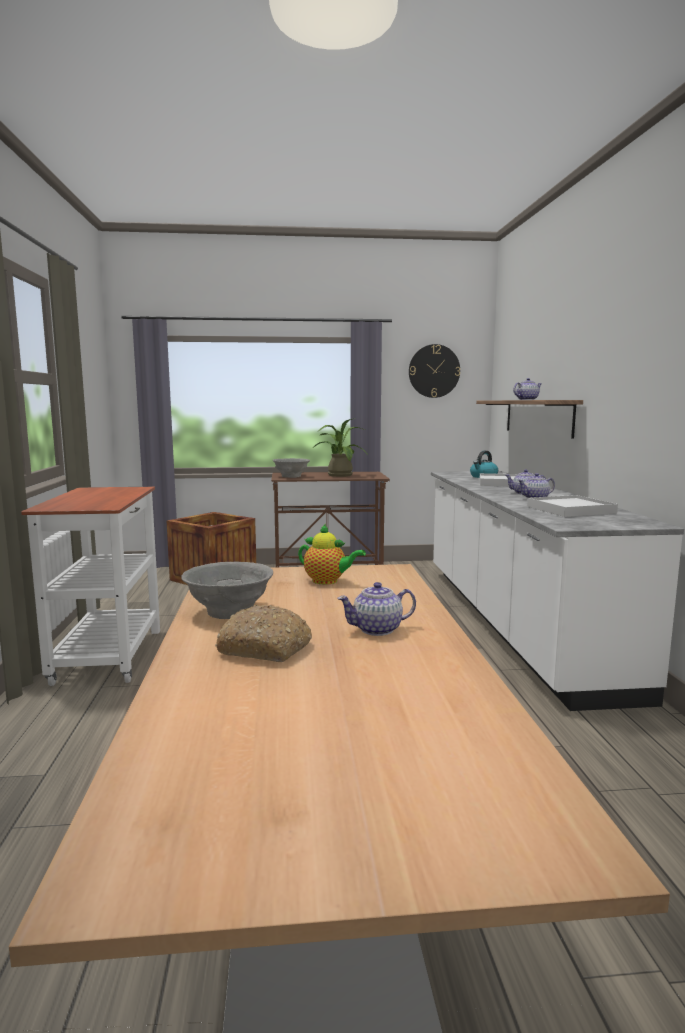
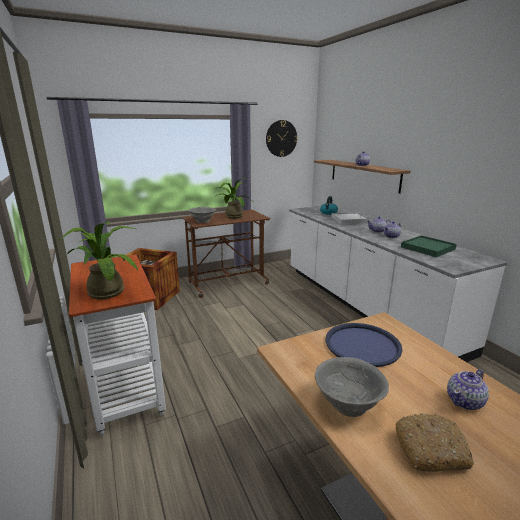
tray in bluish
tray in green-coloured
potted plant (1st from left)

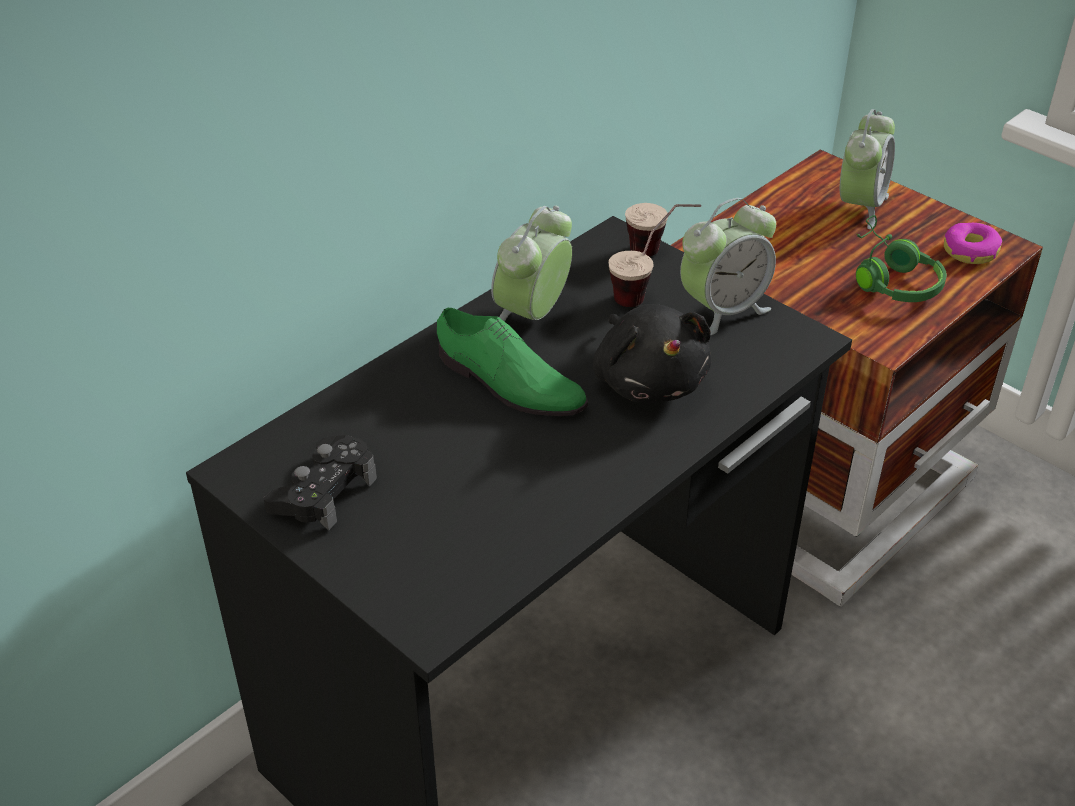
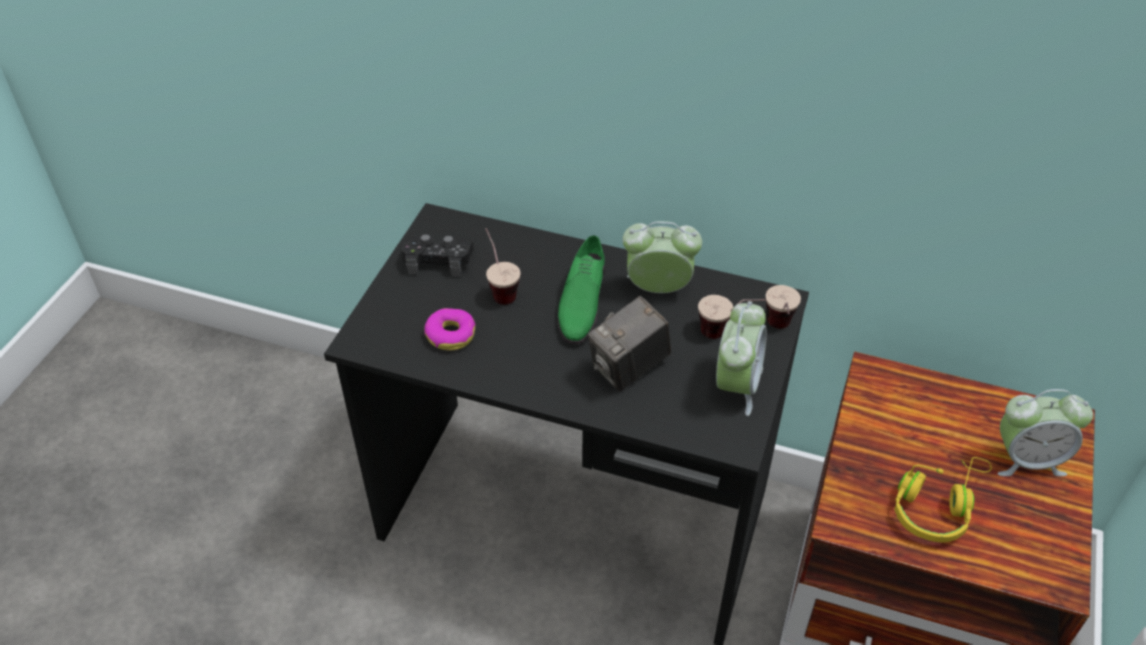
photo camera
alarm clock (2nd from left)
headphones in yellow
donut
cup (1st from left)

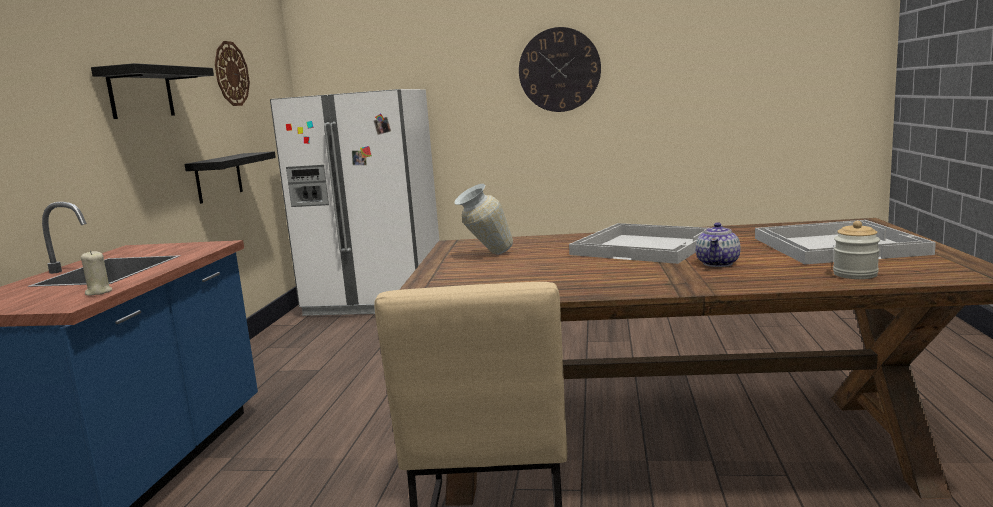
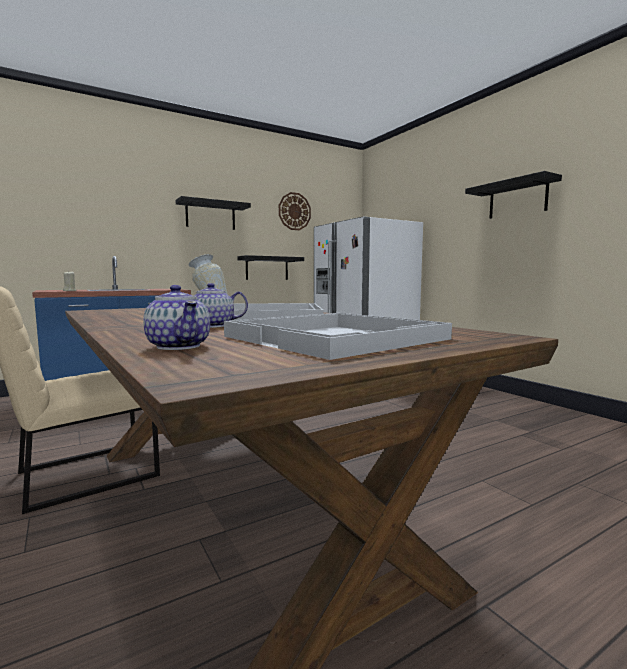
wall shelf in blackish (3rd from left)
tea pot (1st from left)

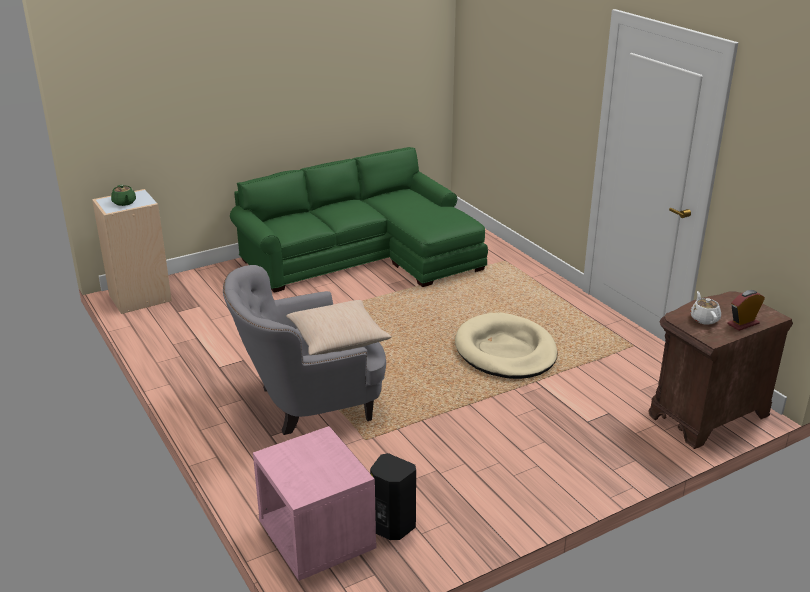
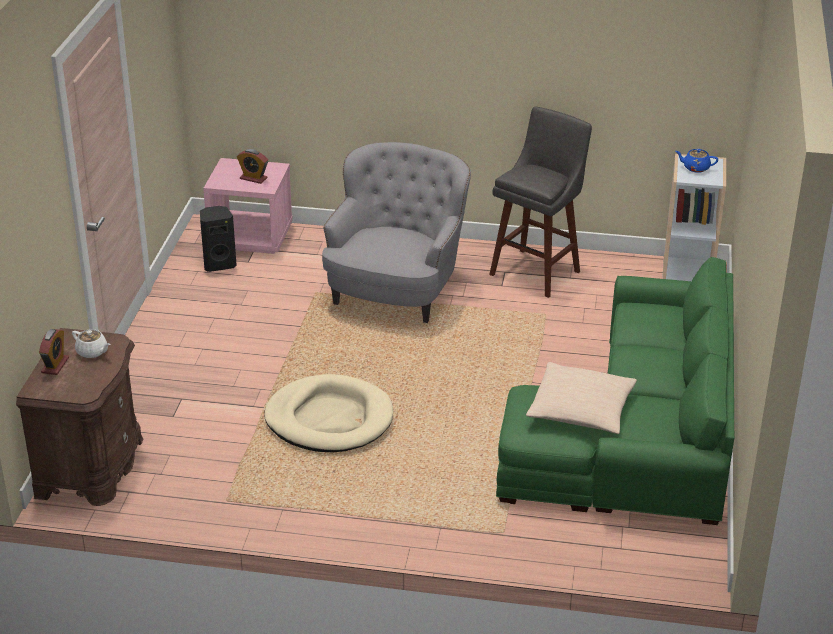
tea pot in bluish
pillow in sand-coloured
alarm clock (2nd from left)
stool seat in gray

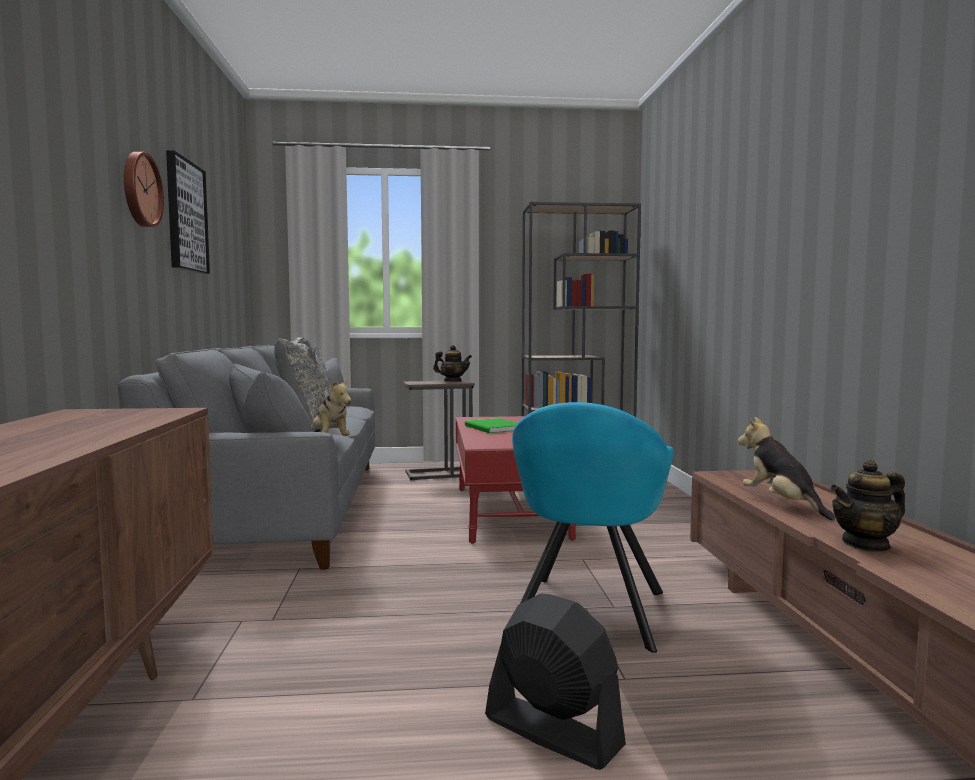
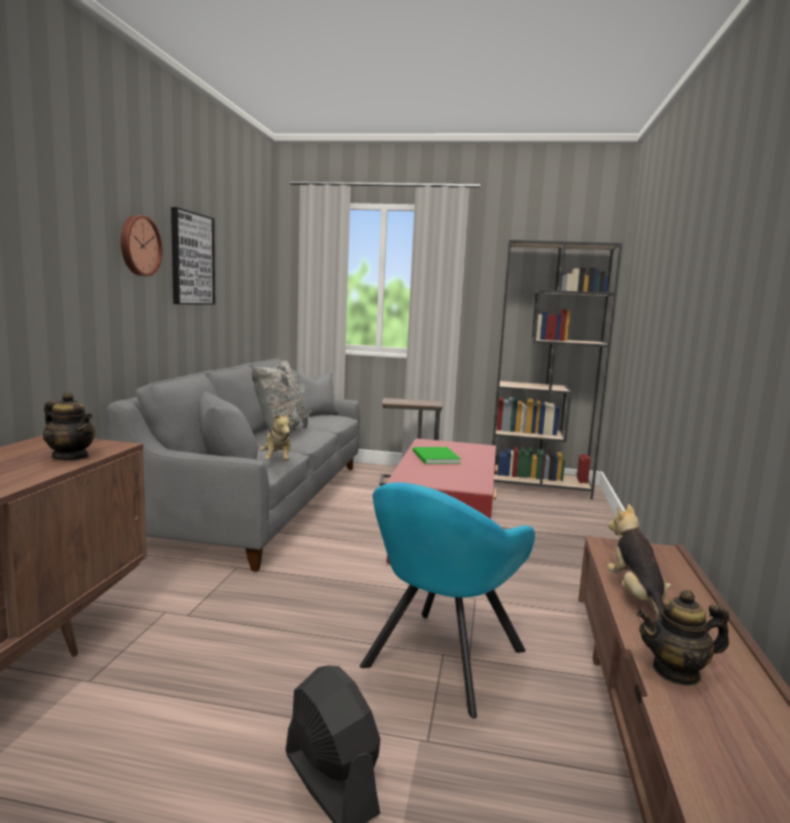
tea pot (1st from left)

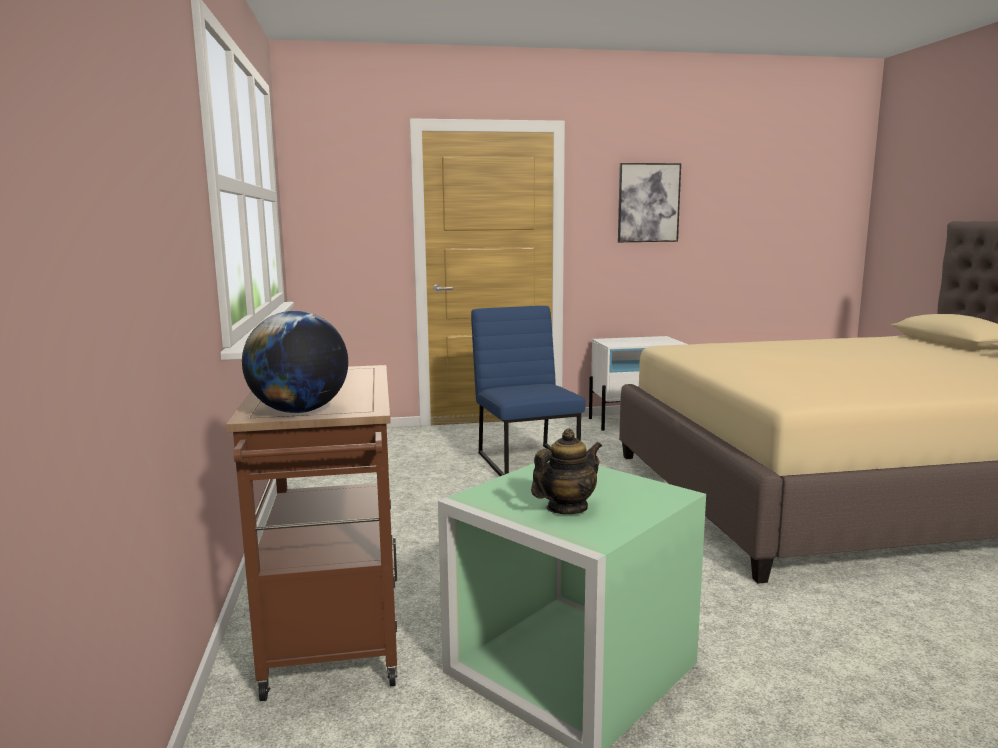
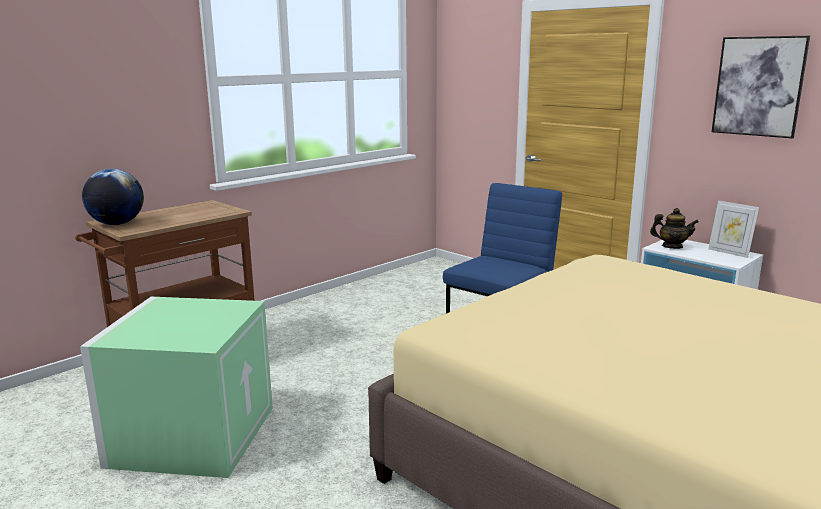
tea pot
standing frame

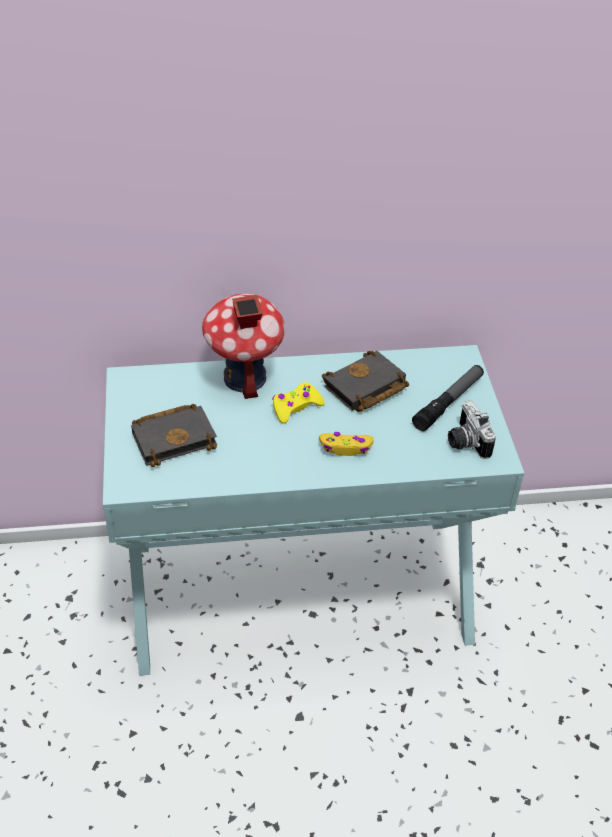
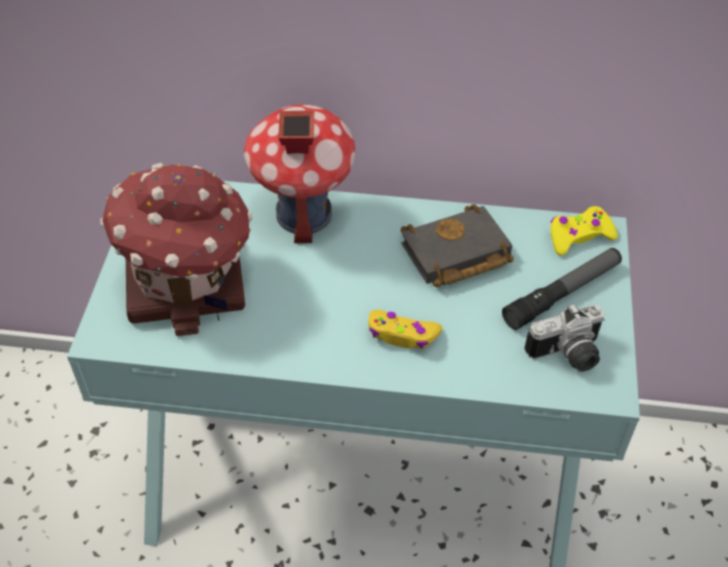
model house (1st from left)
joypad in yellow (2nd from left)
photo camera

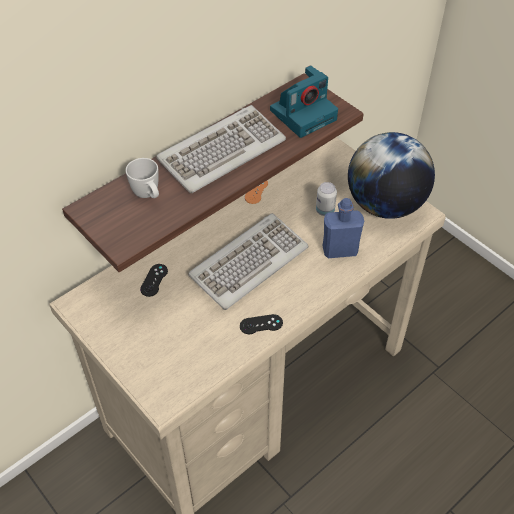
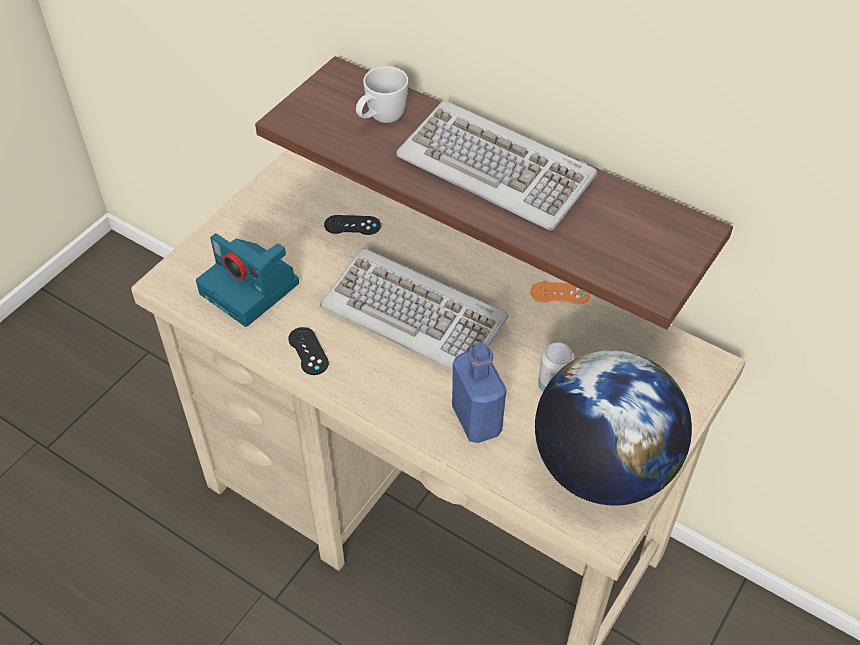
photo camera

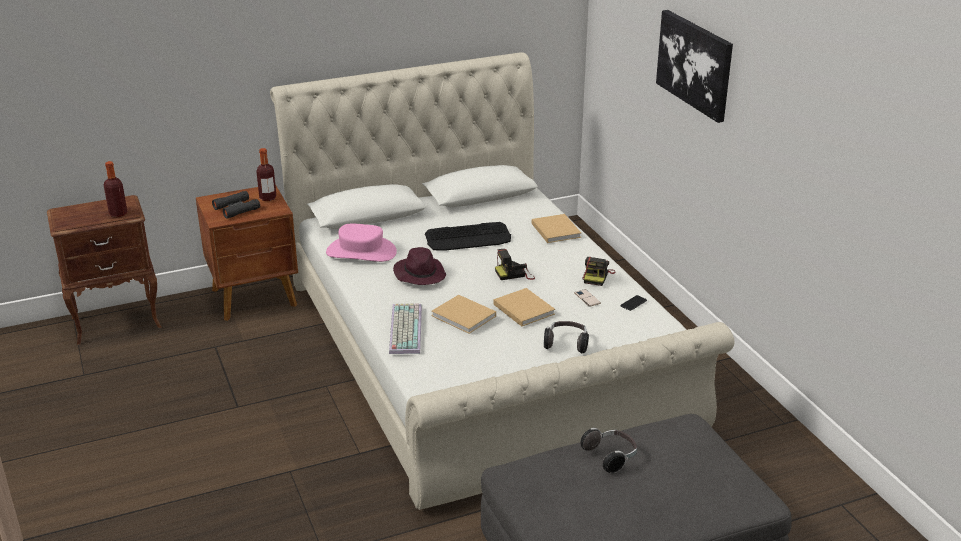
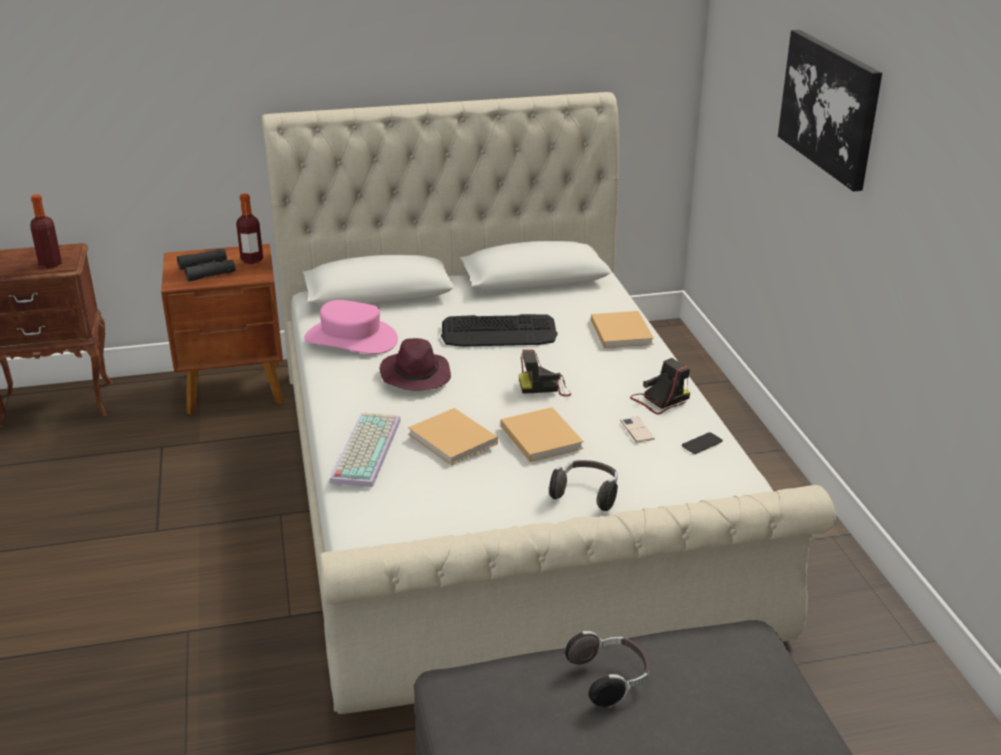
photo camera (2nd from left)

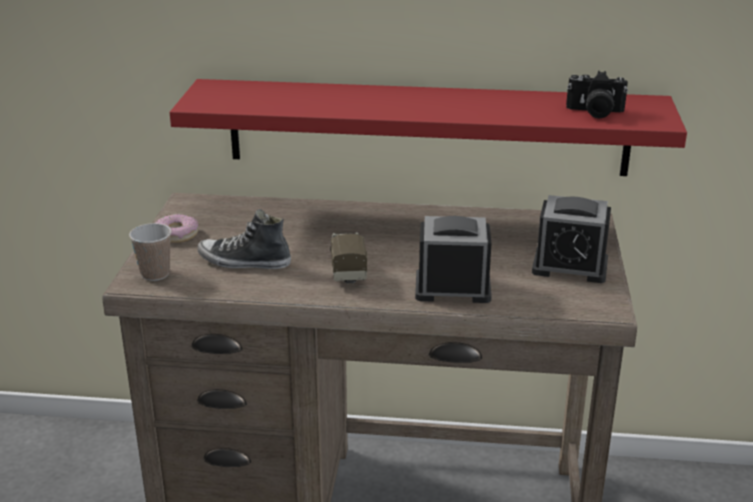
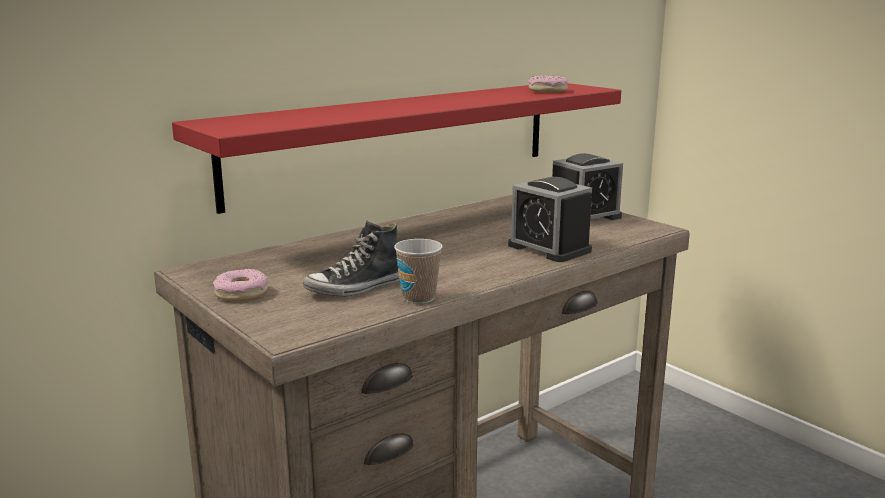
cup
model truck
alarm clock (1st from left)
donut (2nd from left)

